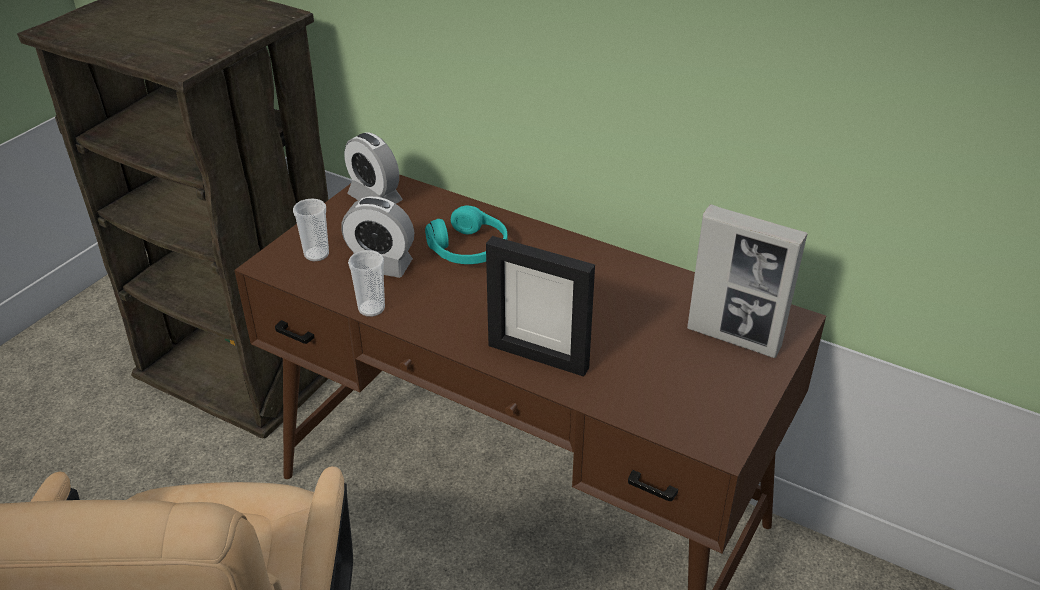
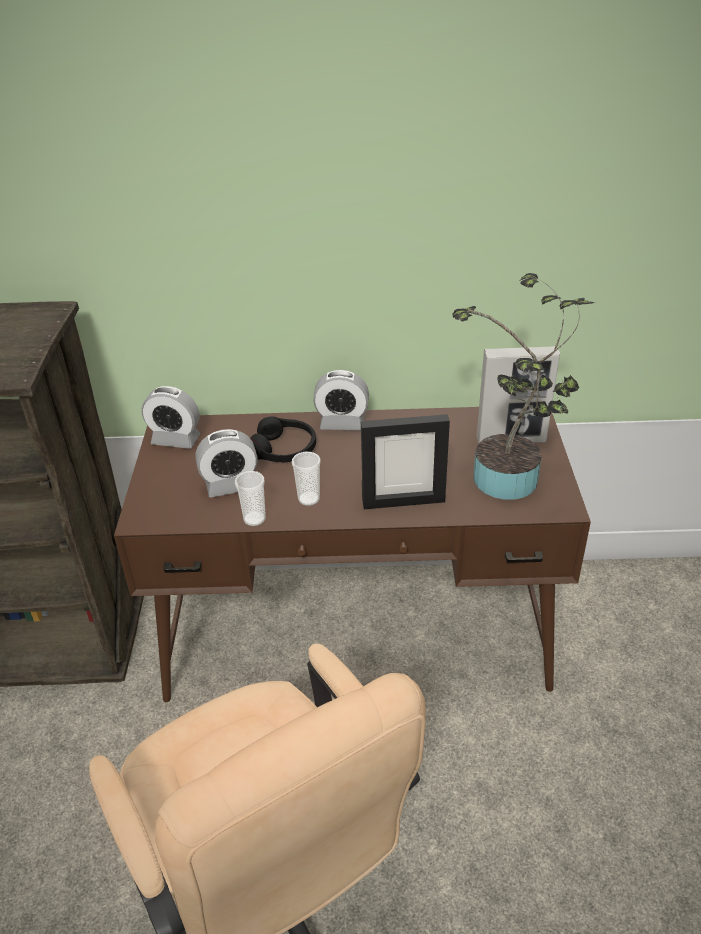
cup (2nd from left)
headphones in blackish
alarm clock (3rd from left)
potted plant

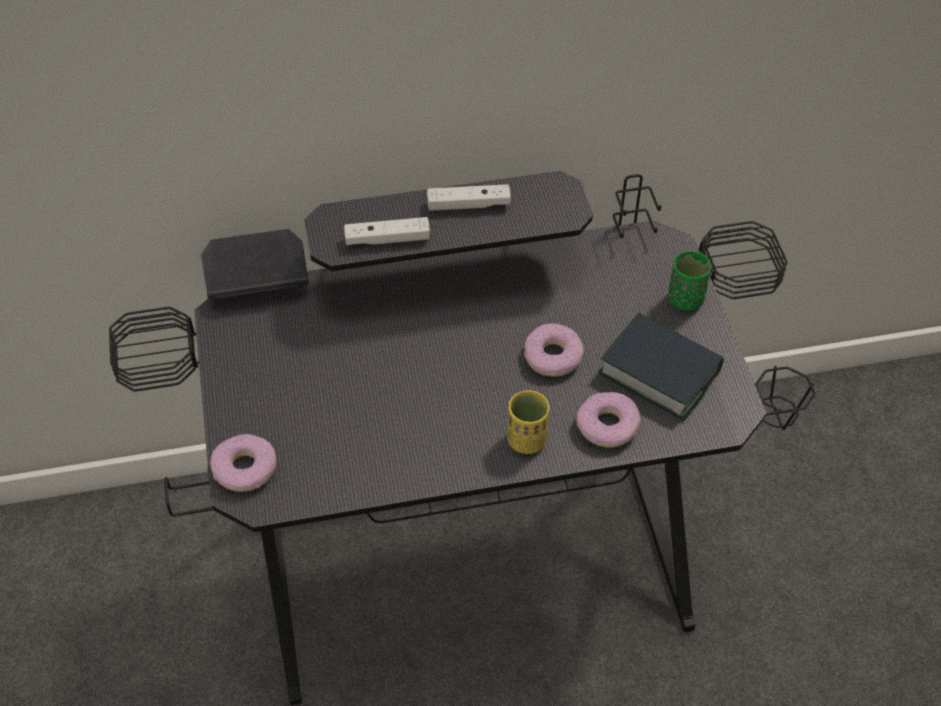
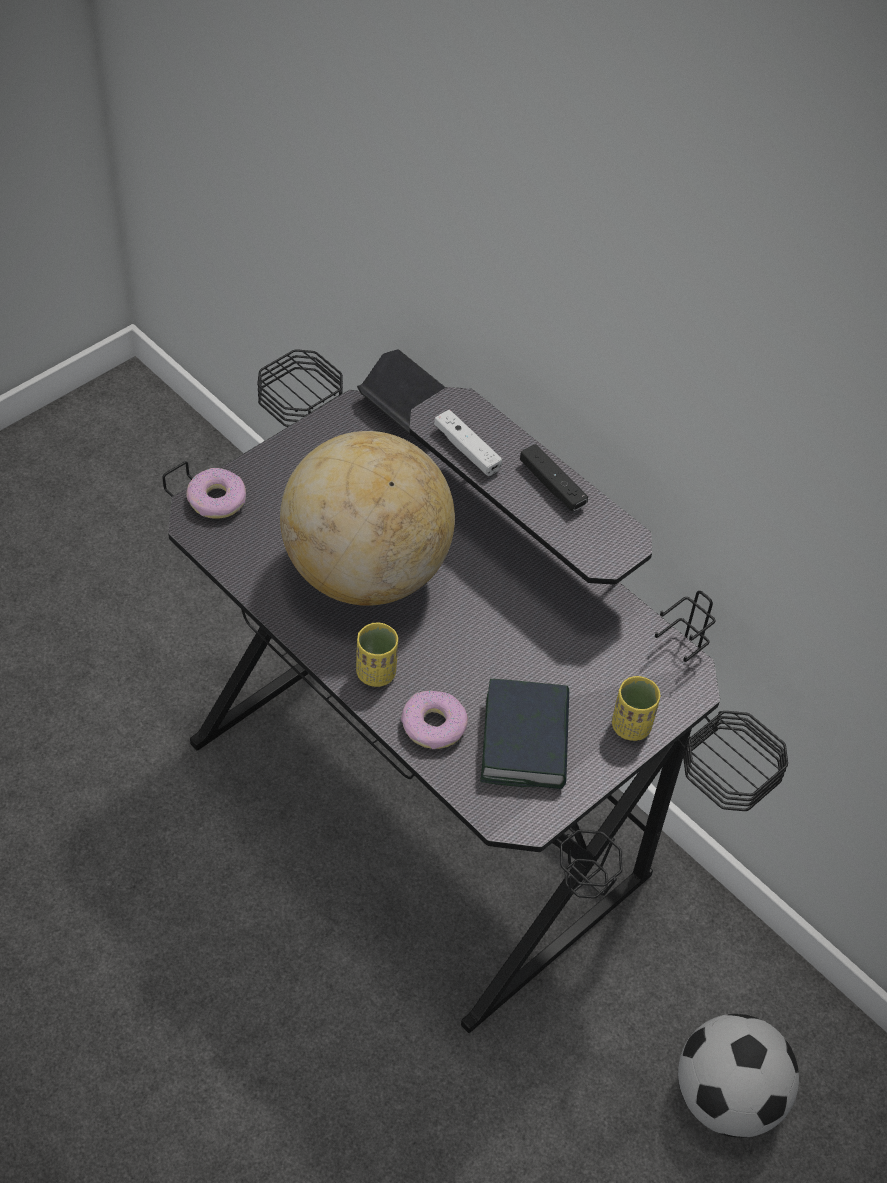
joypad in blackish
donut (2nd from left in the first image)
cup in yellow (2nd from left)
world globe
football

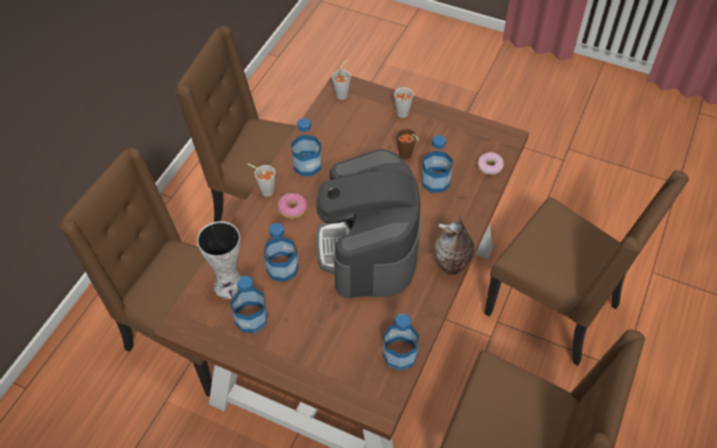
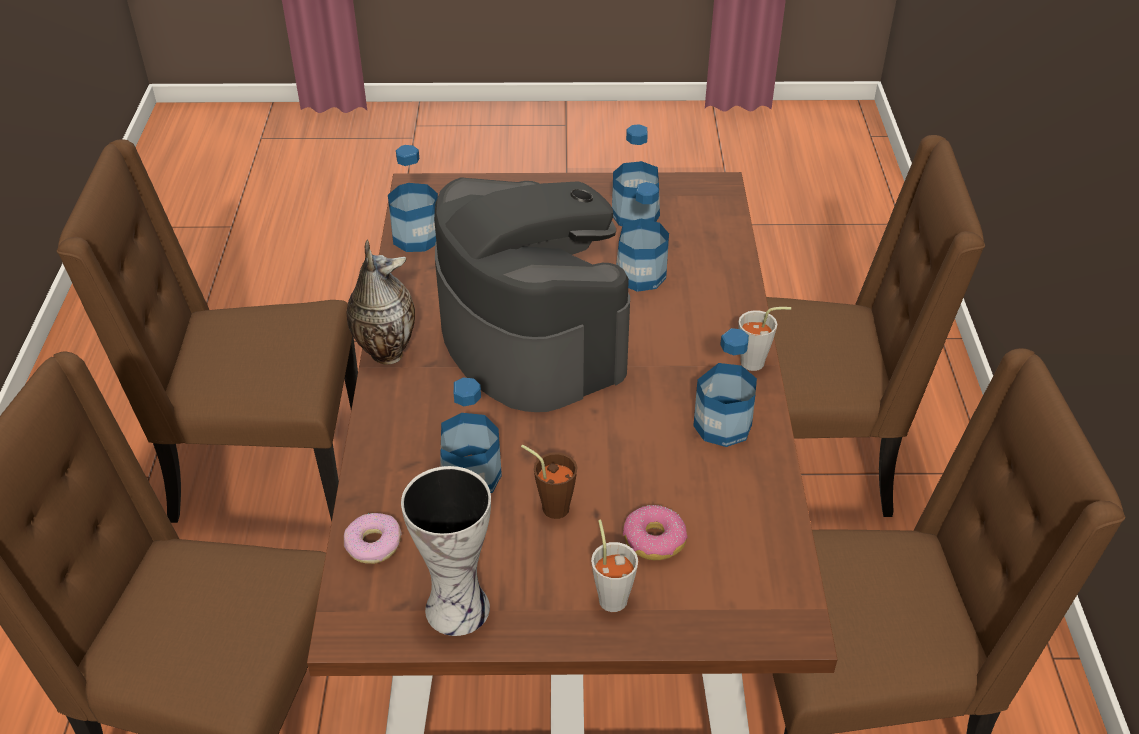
decorative vase (2nd from left)
donut (2nd from left)
cup in gray (2nd from left in the first image)

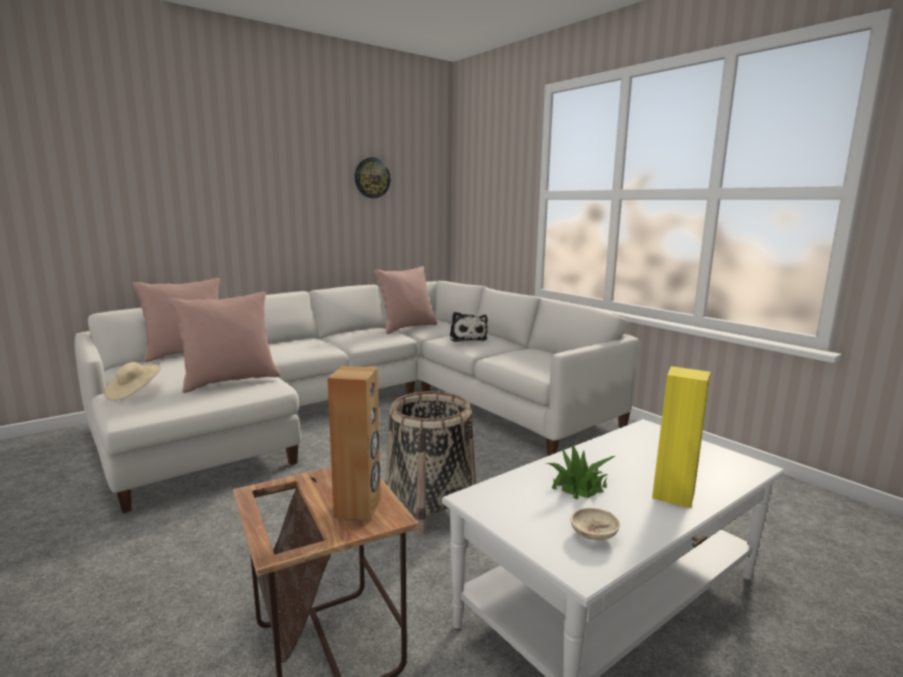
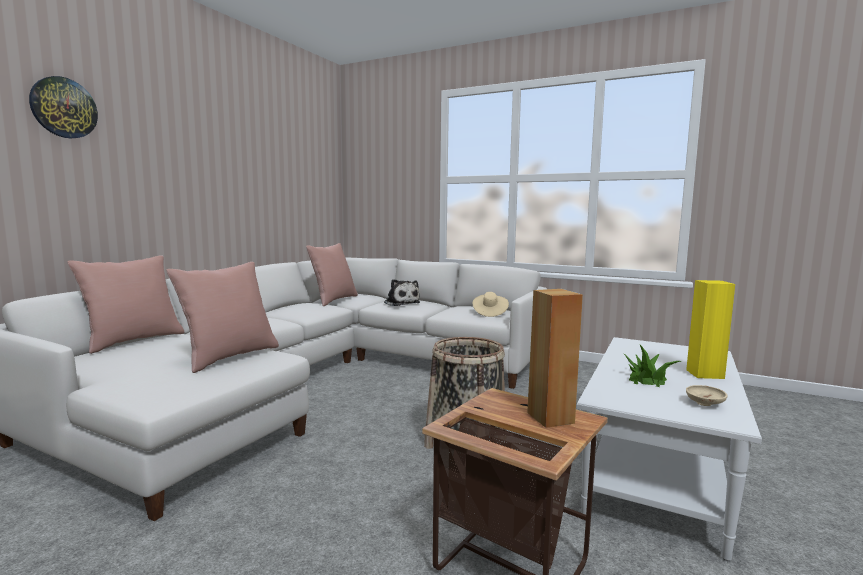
wearable hat in sand-coloured
hanging clock

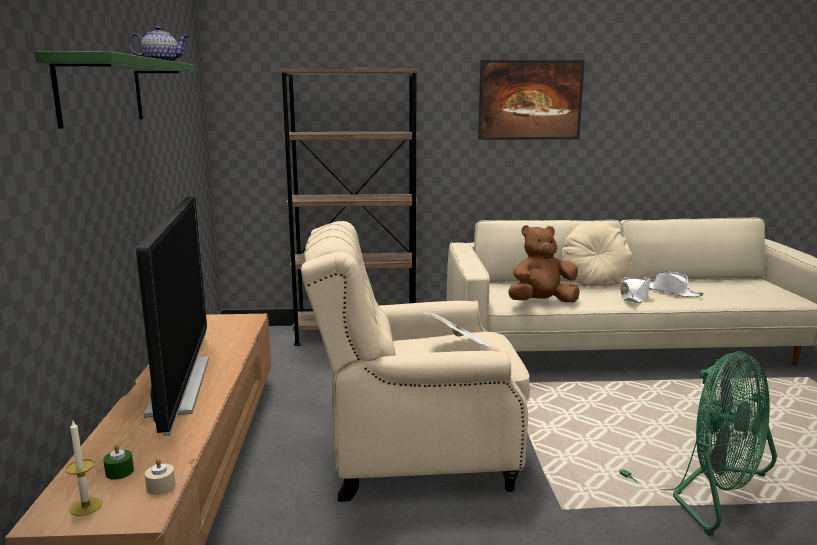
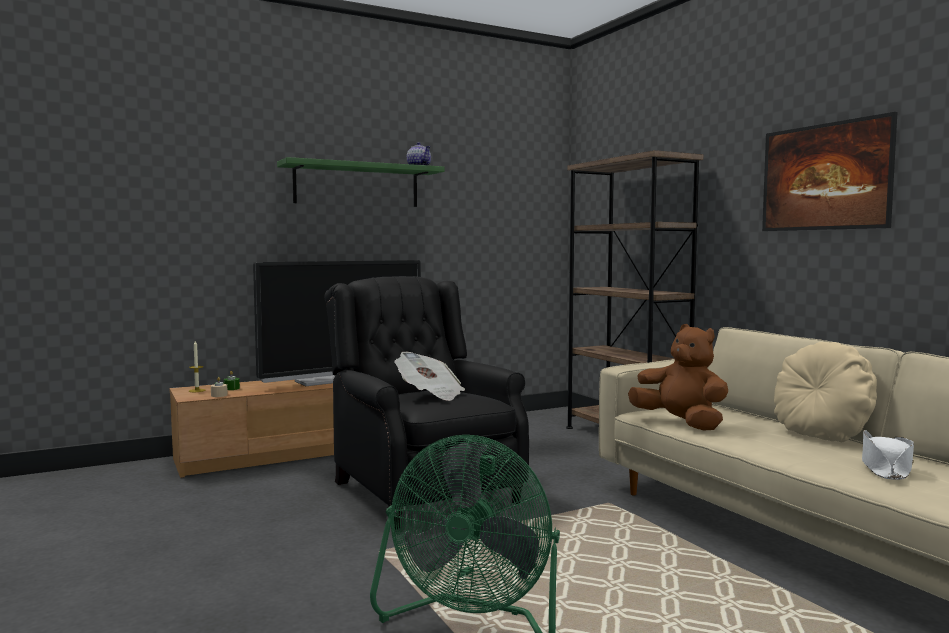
lounge chair in blackish
wearable hat in white-coloured (1st from left in the first image)

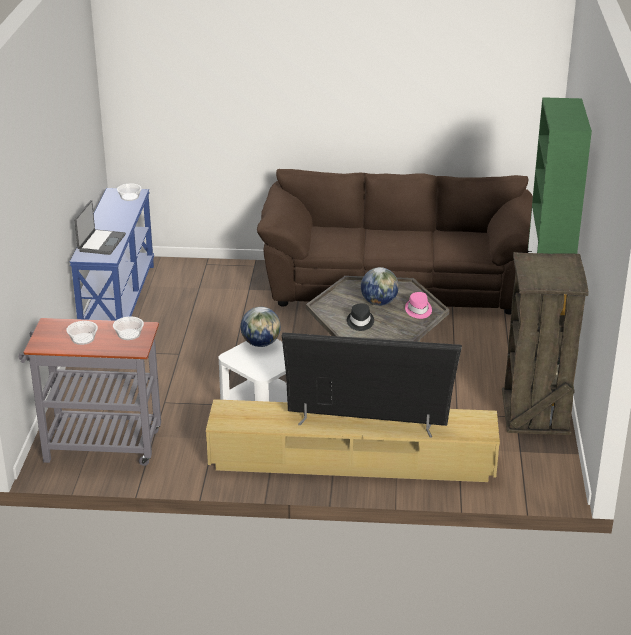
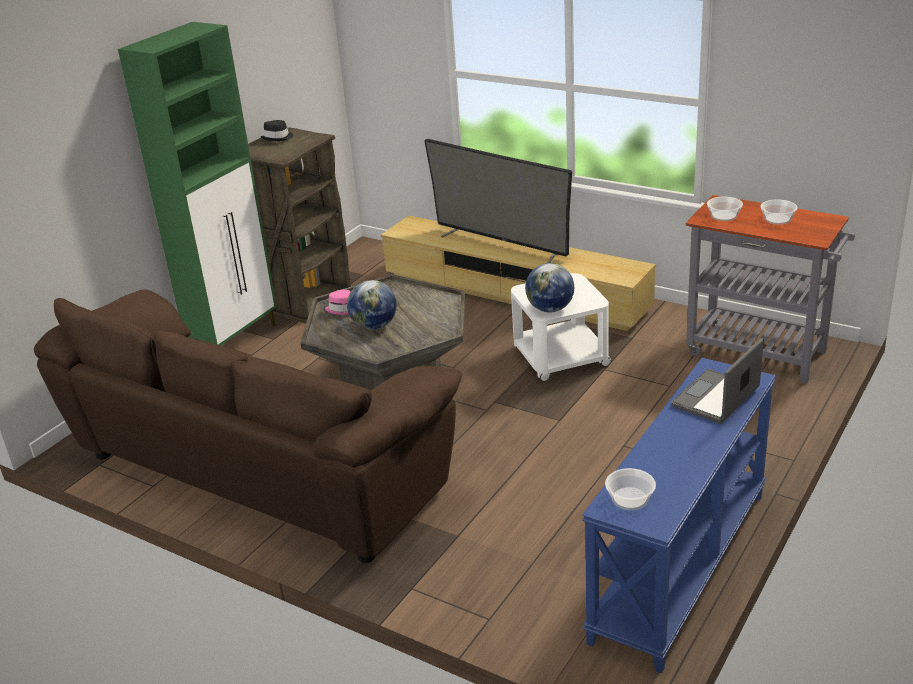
wearable hat in blackish

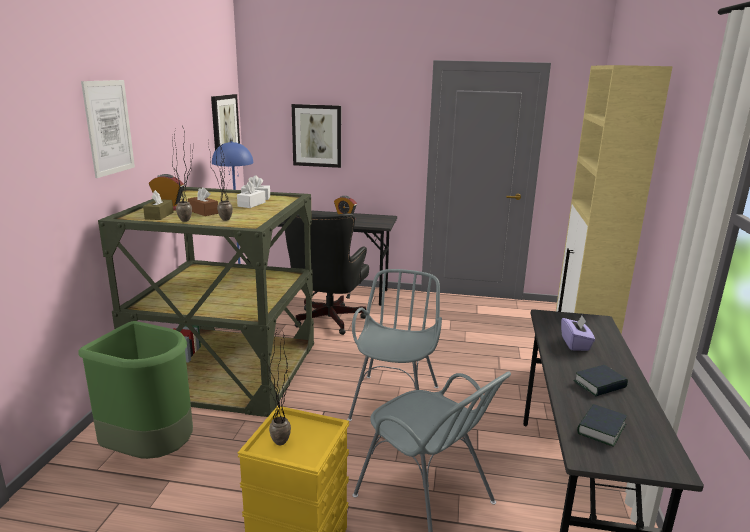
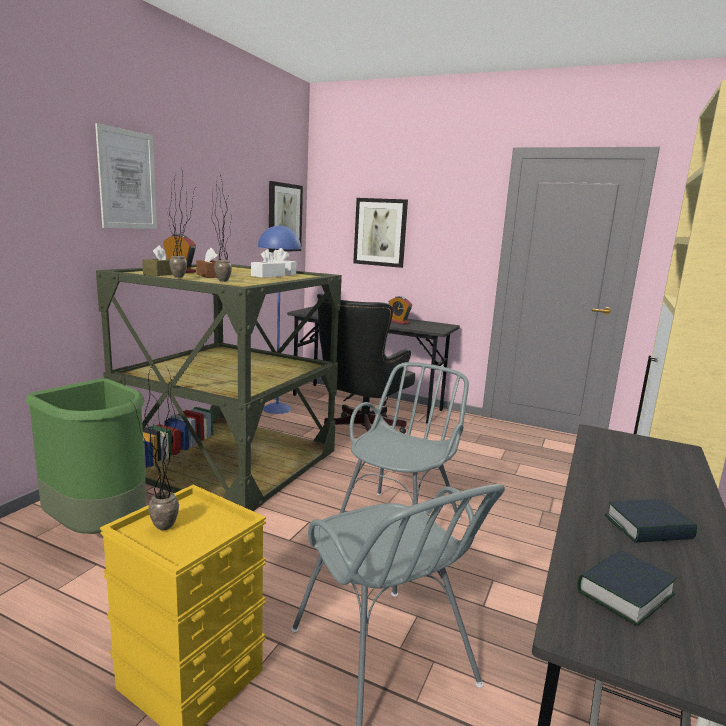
tissue holder in purple-coloured

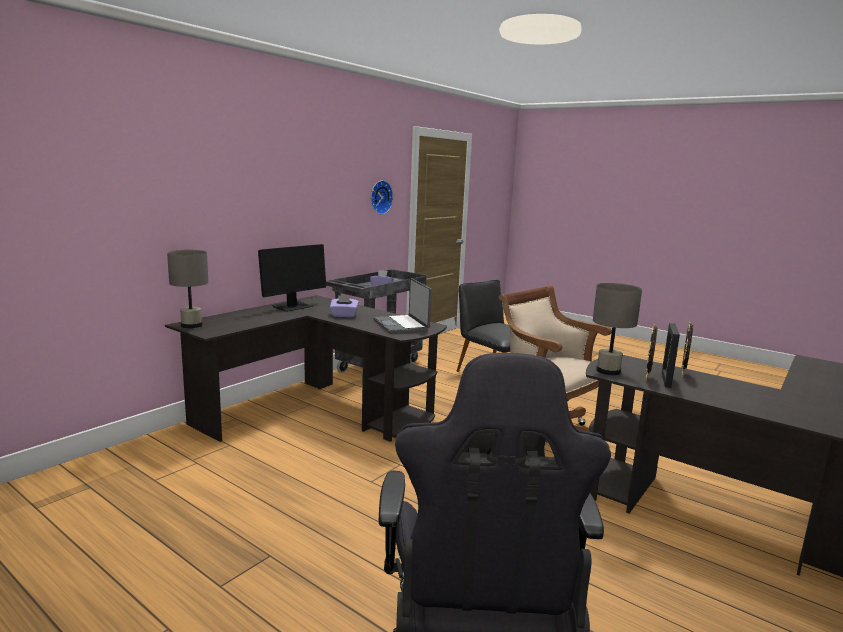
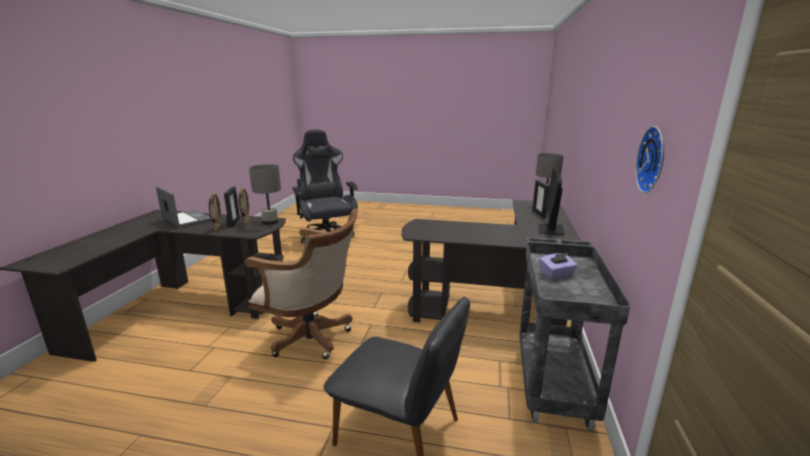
tissue holder in purple-coloured (1st from left in the first image)
portable computer
standing frame (4th from left)

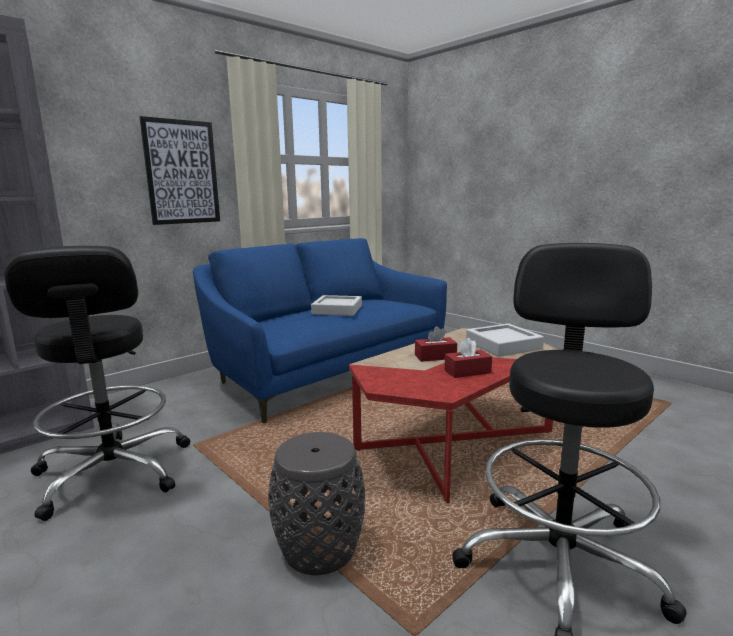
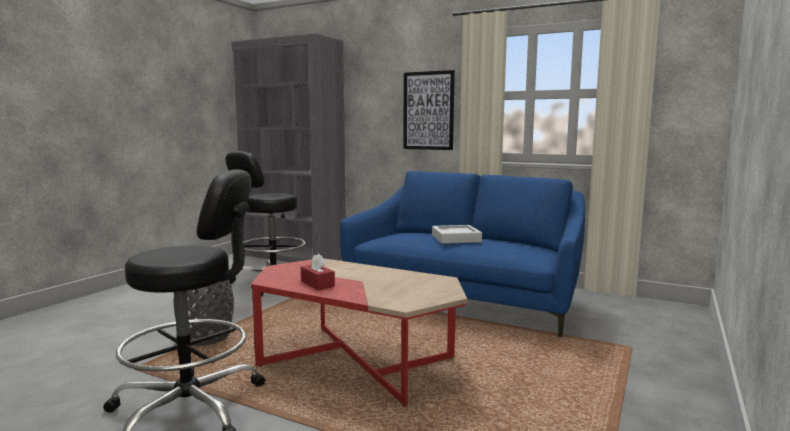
tissue holder in red (1st from left in the first image)
tray in gray (2nd from left in the first image)

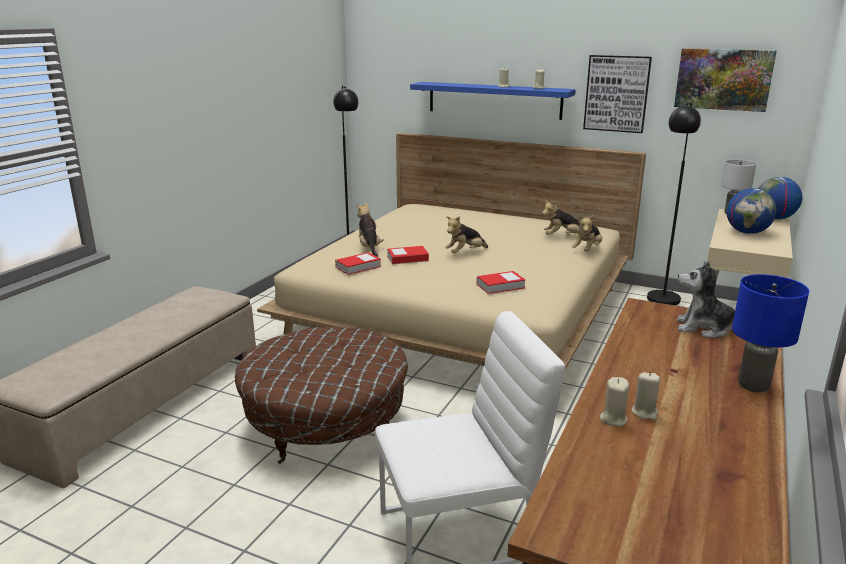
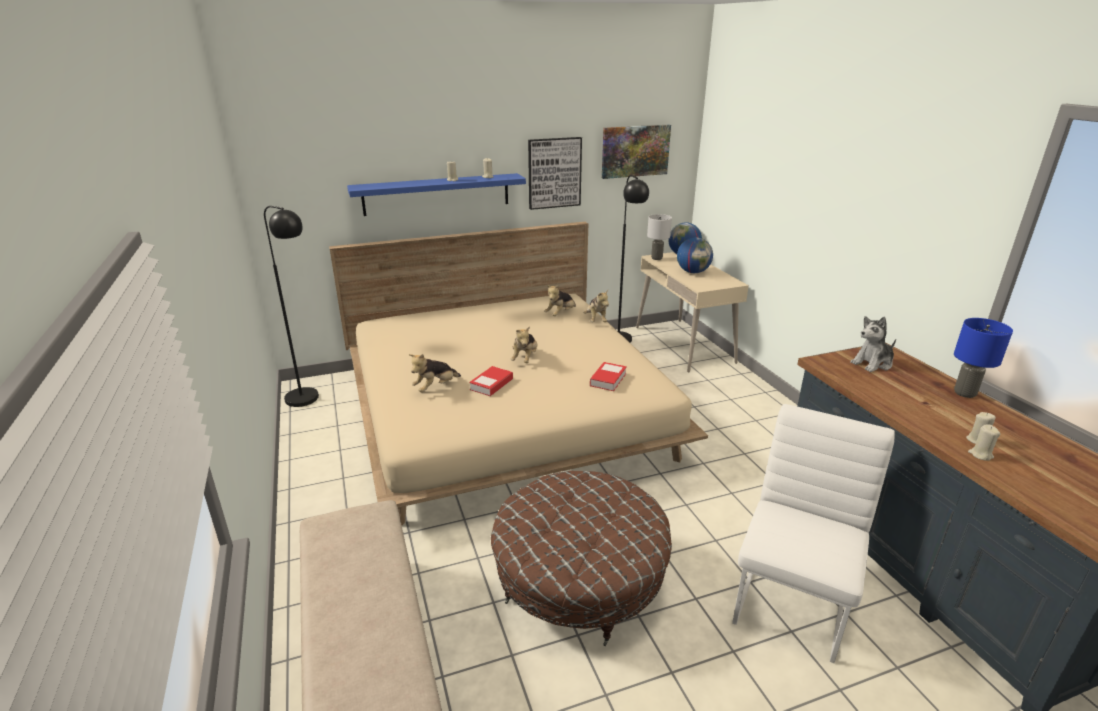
bound book (1st from left in the first image)
soft toy (1st from left)

